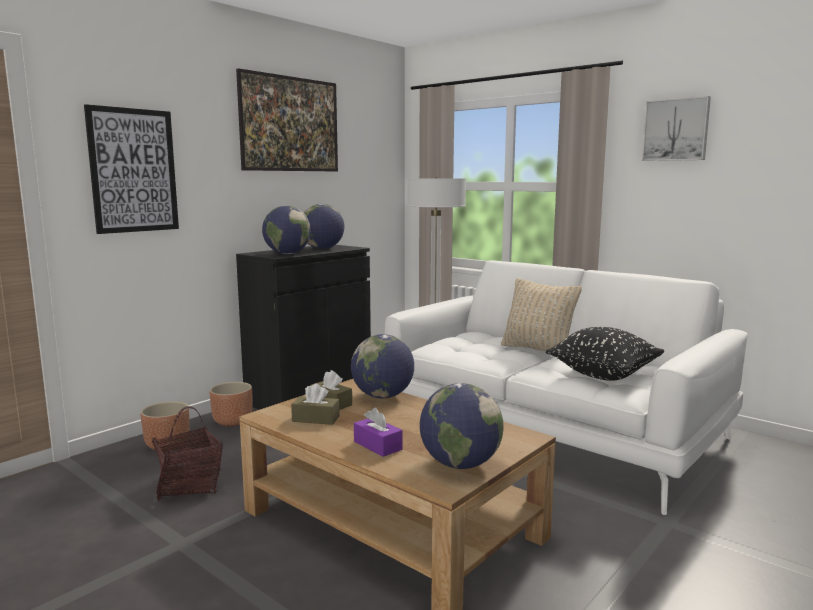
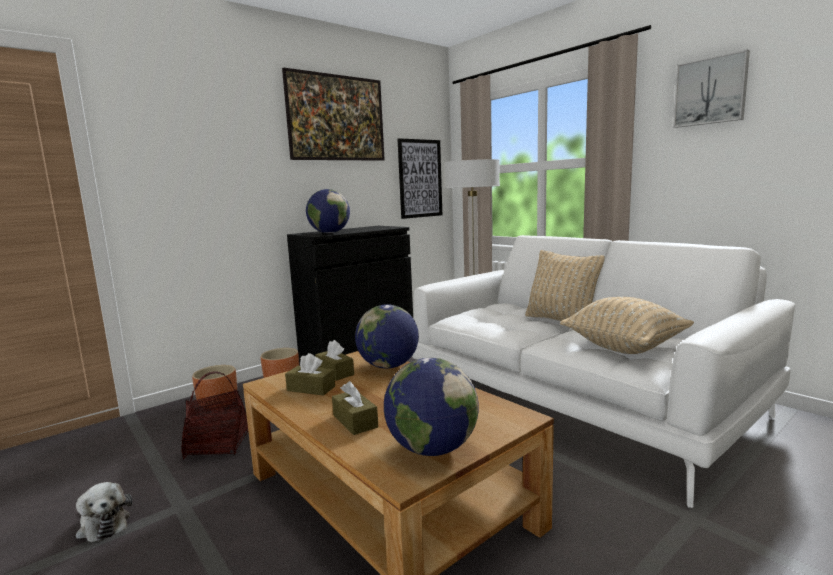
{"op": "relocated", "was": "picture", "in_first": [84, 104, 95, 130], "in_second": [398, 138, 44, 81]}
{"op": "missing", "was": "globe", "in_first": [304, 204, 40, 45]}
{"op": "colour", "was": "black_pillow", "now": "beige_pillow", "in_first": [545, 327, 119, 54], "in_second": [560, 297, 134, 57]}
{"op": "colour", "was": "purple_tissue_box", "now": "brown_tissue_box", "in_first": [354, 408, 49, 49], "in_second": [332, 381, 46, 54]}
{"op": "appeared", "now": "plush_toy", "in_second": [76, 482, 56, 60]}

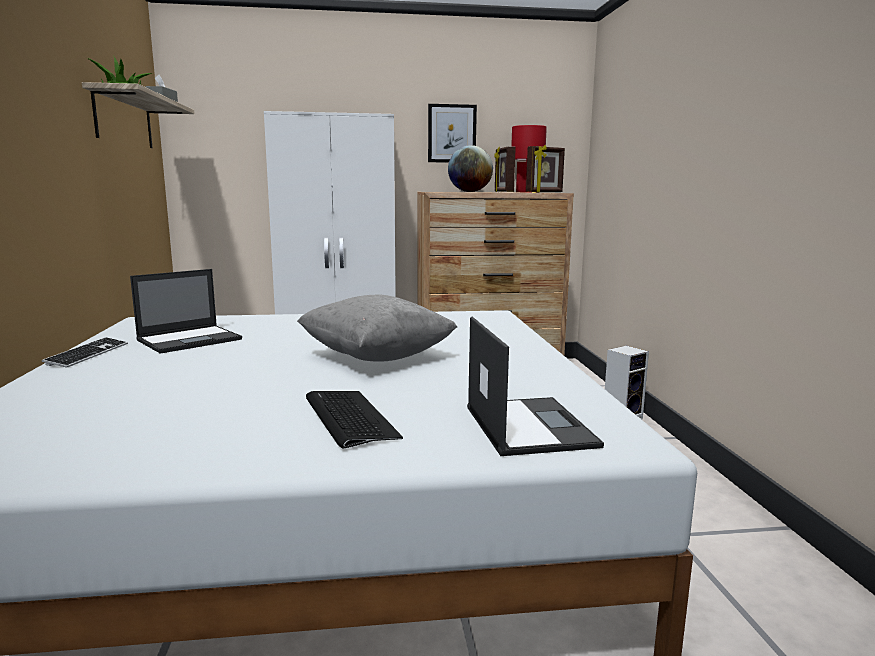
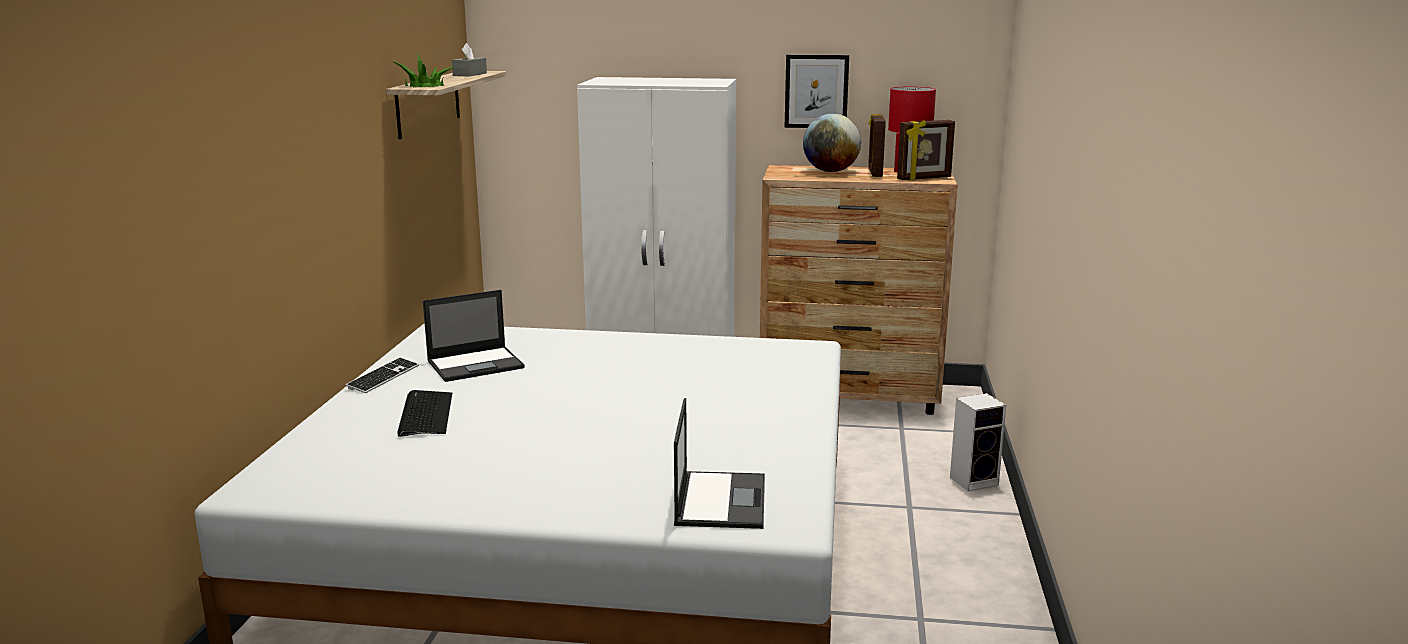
{"op": "missing", "was": "grey_pillow", "in_first": [297, 294, 160, 68]}
{"op": "relocated", "was": "keyboard", "in_first": [306, 391, 97, 58], "in_second": [397, 390, 55, 47]}

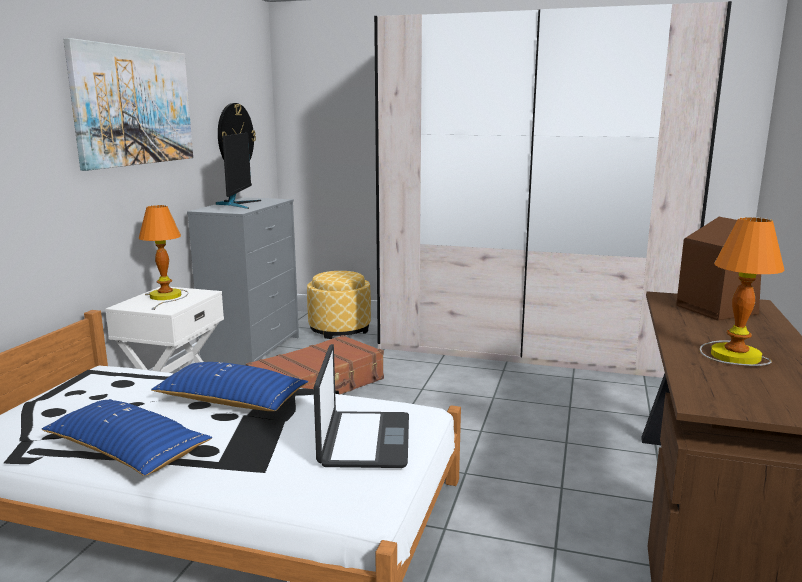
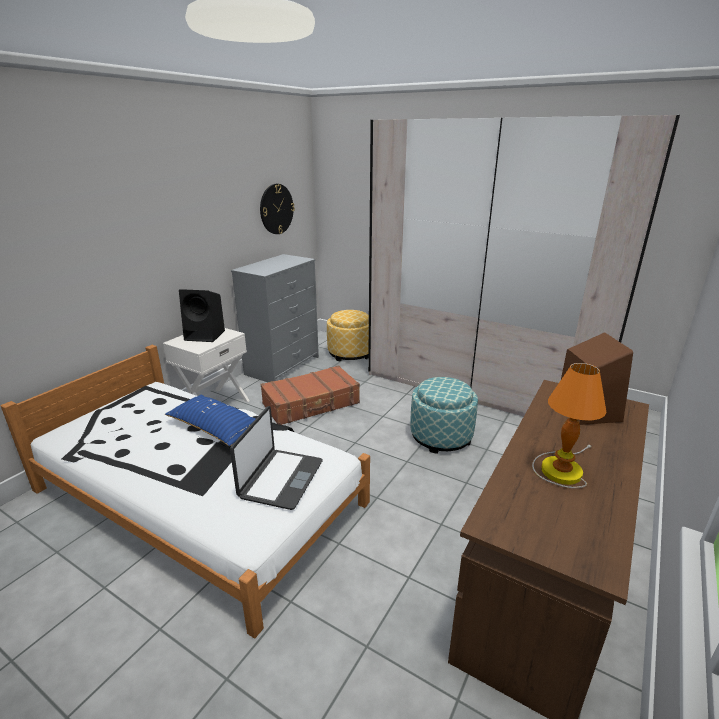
{"op": "missing", "was": "picture", "in_first": [64, 38, 129, 133]}
{"op": "missing", "was": "monitor", "in_first": [216, 133, 45, 76]}
{"op": "exchanged", "was": "table_lamp", "now": "black_speaker", "in_first": [138, 205, 50, 105], "in_second": [179, 289, 46, 53]}
{"op": "missing", "was": "blue_pillow", "in_first": [42, 399, 170, 77]}
{"op": "appeared", "now": "ottoman", "in_second": [410, 377, 68, 77]}

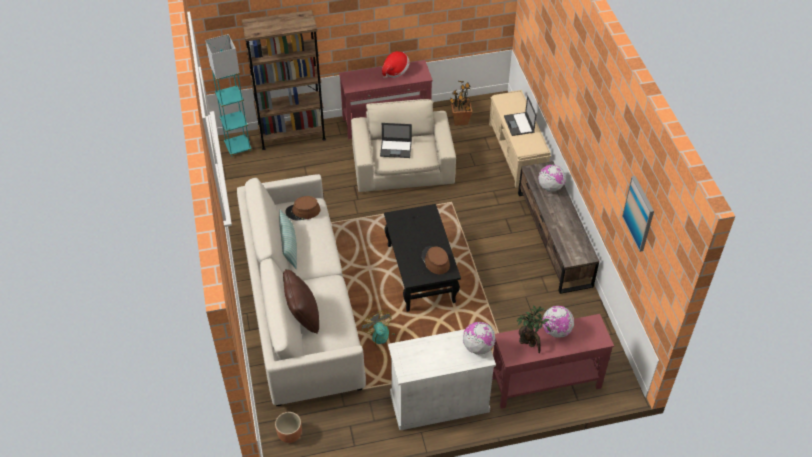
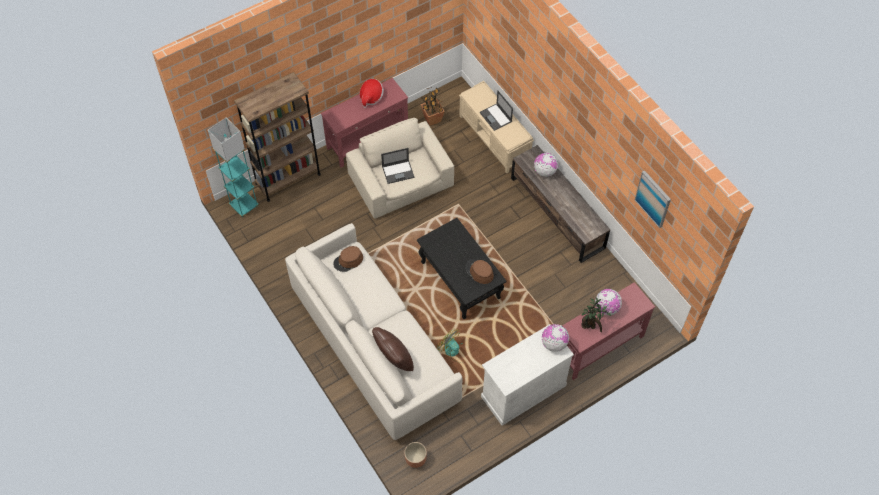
{"op": "missing", "was": "pillow", "in_first": [279, 209, 18, 60]}

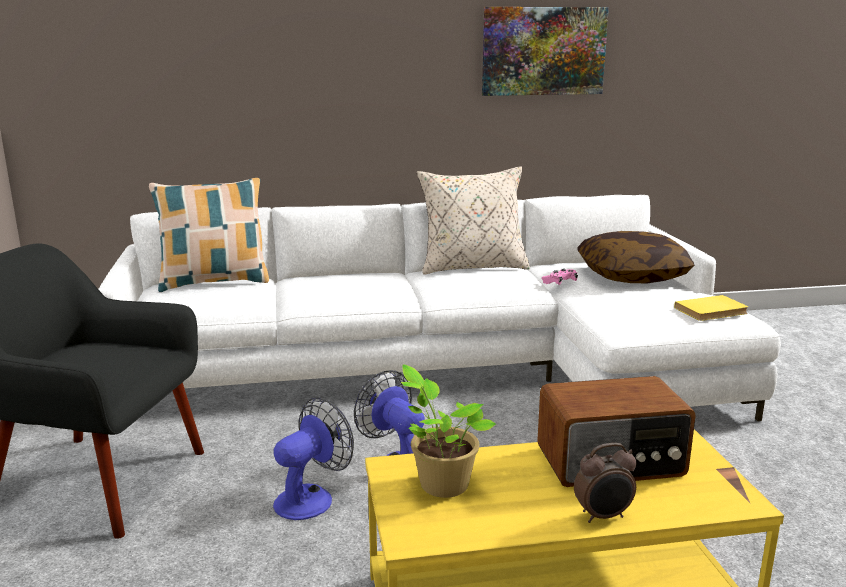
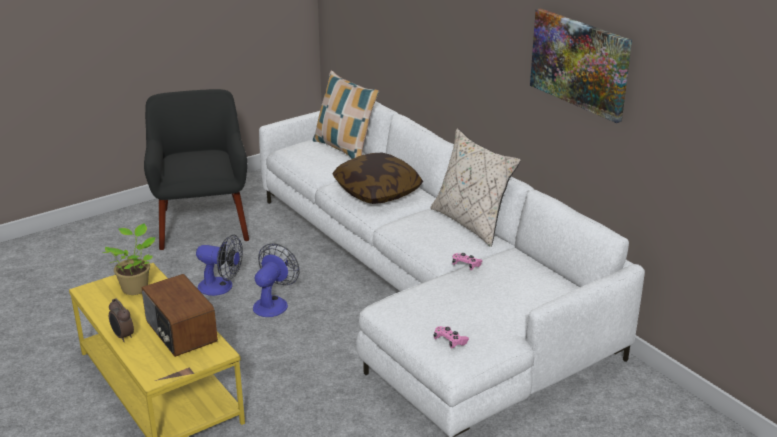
{"op": "relocated", "was": "pillow", "in_first": [577, 231, 117, 52], "in_second": [332, 152, 91, 52]}
{"op": "exchanged", "was": "yellow_book", "now": "pink_game_controller", "in_first": [674, 295, 74, 26], "in_second": [433, 326, 36, 23]}

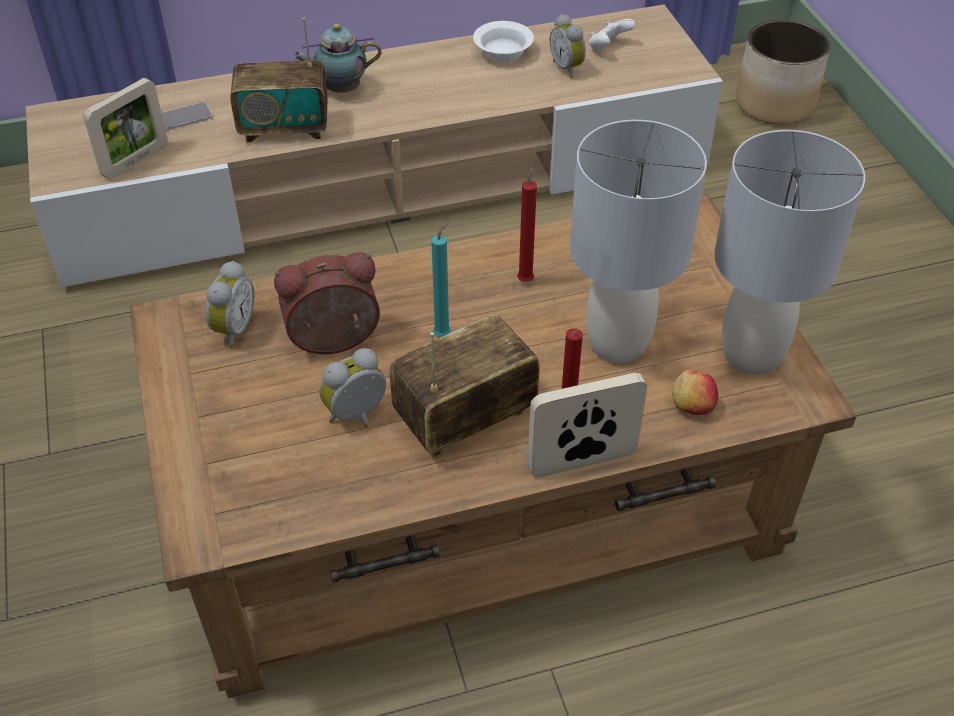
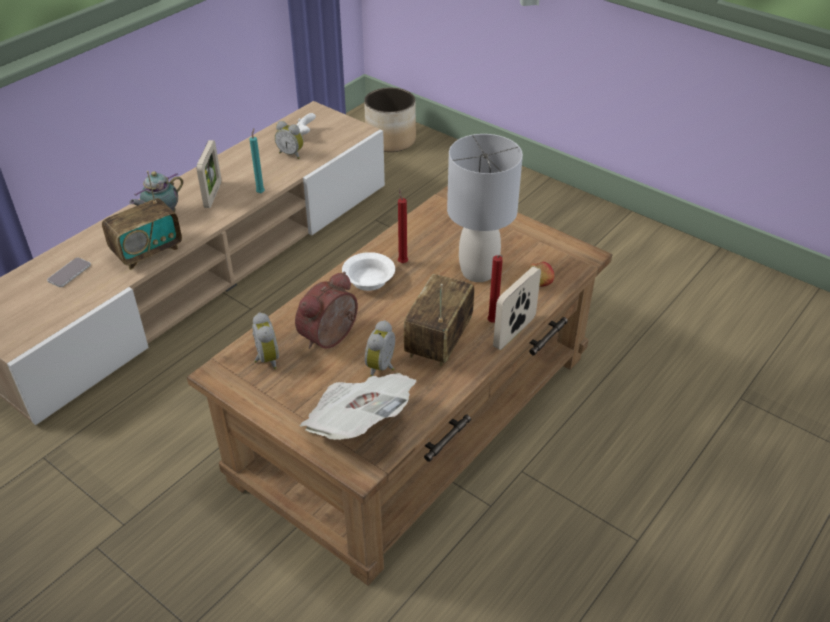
{"op": "relocated", "was": "white_bowl", "in_first": [473, 21, 61, 41], "in_second": [342, 252, 53, 39]}
{"op": "relocated", "was": "picture_frame", "in_first": [83, 78, 85, 101], "in_second": [197, 140, 24, 68]}
{"op": "missing", "was": "grey_table_lamp", "in_first": [714, 130, 151, 245]}
{"op": "relocated", "was": "turquoise_candle", "in_first": [431, 220, 20, 117], "in_second": [250, 129, 15, 65]}
{"op": "appeared", "now": "newspaper", "in_second": [299, 373, 117, 67]}

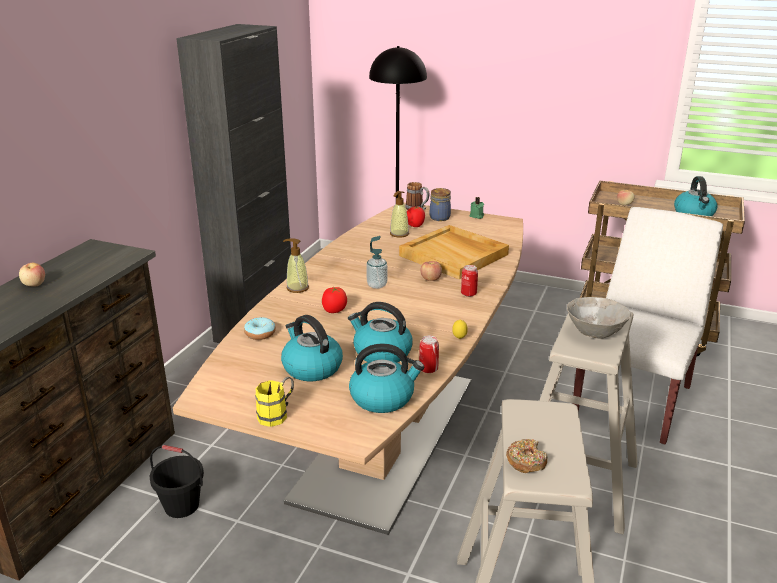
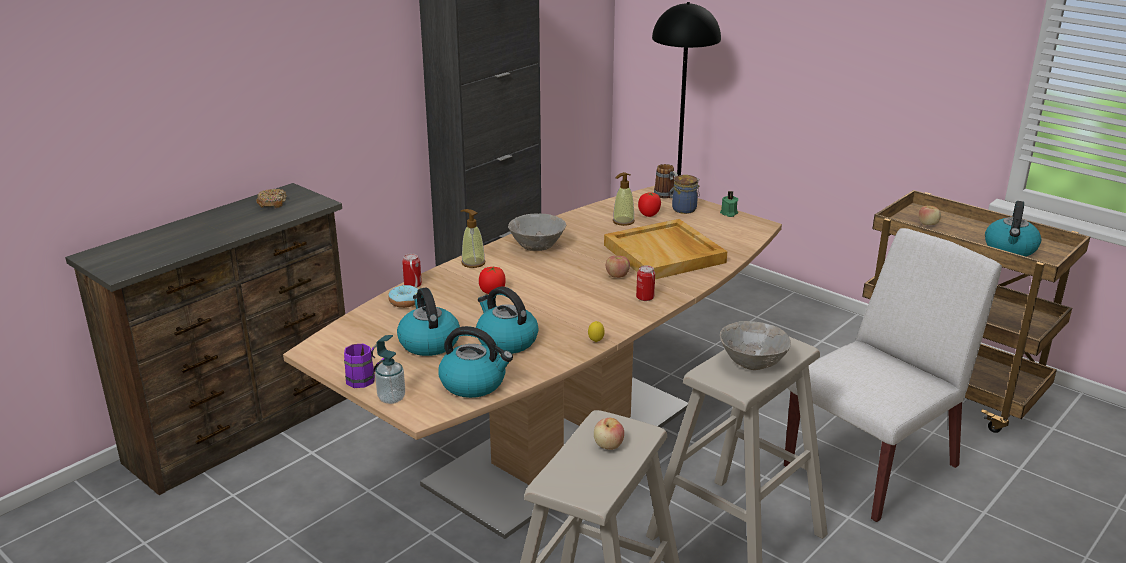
{"op": "relocated", "was": "soap_dispenser", "in_first": [366, 236, 21, 53], "in_second": [375, 335, 30, 69]}
{"op": "relocated", "was": "apple", "in_first": [19, 263, 26, 24], "in_second": [594, 418, 30, 32]}
{"op": "relocated", "was": "can", "in_first": [419, 336, 20, 37], "in_second": [402, 253, 20, 35]}
{"op": "colour", "was": "yellow_mug", "now": "purple_mug", "in_first": [255, 377, 39, 50], "in_second": [344, 344, 43, 44]}
{"op": "relocated", "was": "donut", "in_first": [506, 439, 42, 34], "in_second": [256, 189, 31, 19]}
{"op": "missing", "was": "black_bucket", "in_first": [149, 445, 55, 73]}
{"op": "appeared", "now": "grey_bowl", "in_second": [508, 214, 58, 37]}

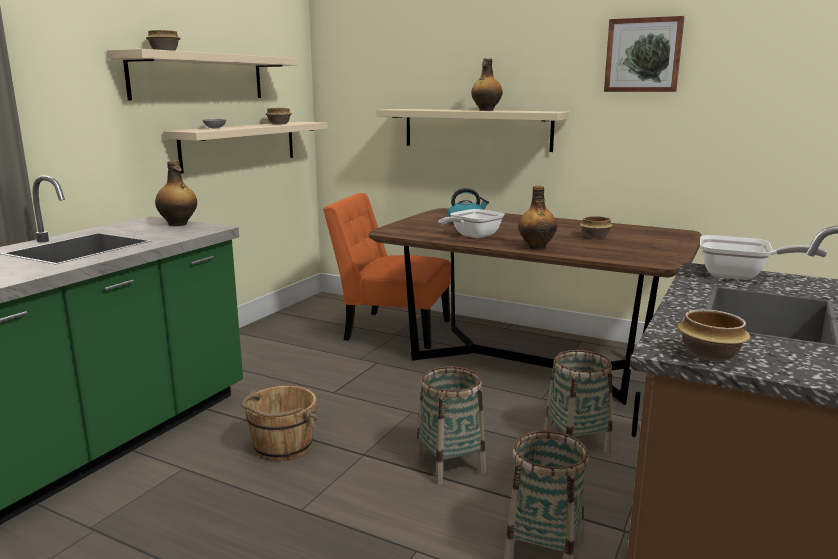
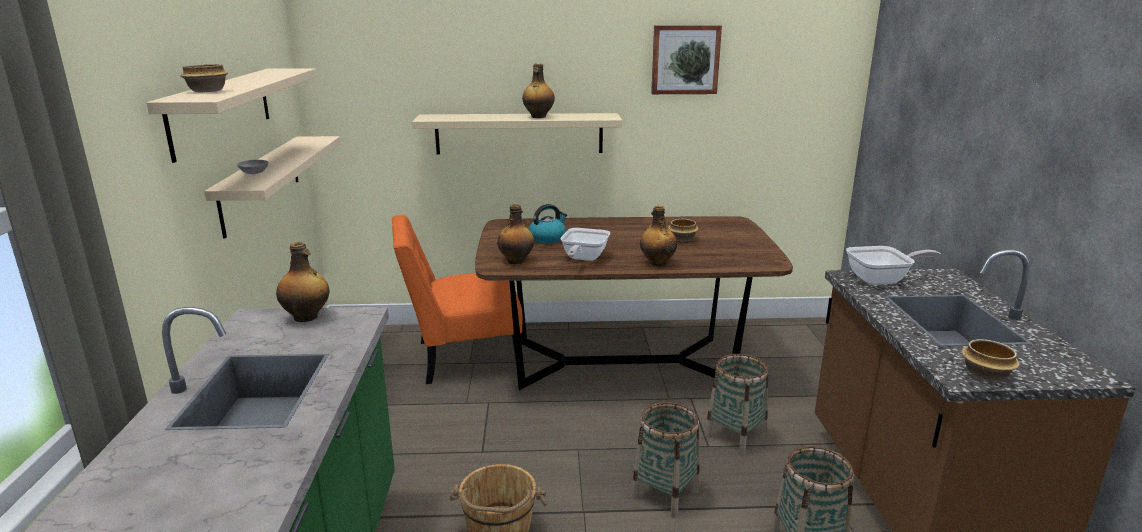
{"op": "missing", "was": "bowl", "in_first": [265, 108, 27, 16]}
{"op": "appeared", "now": "bottle", "in_second": [497, 204, 37, 60]}

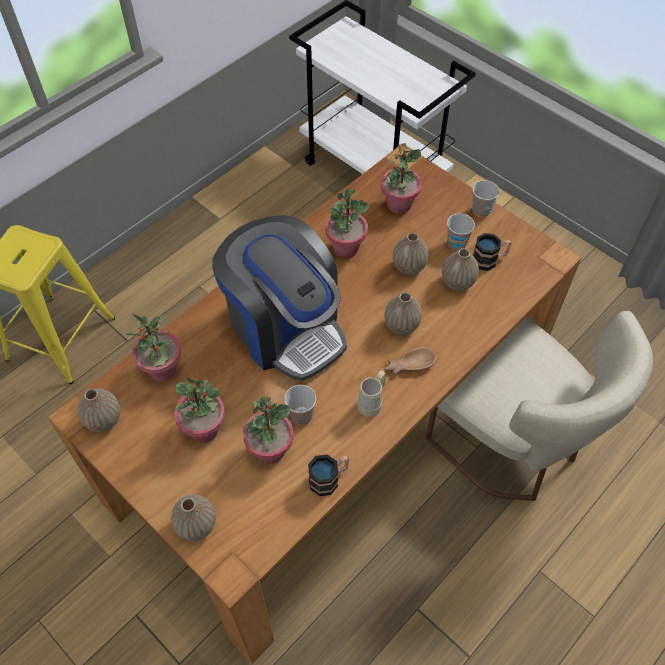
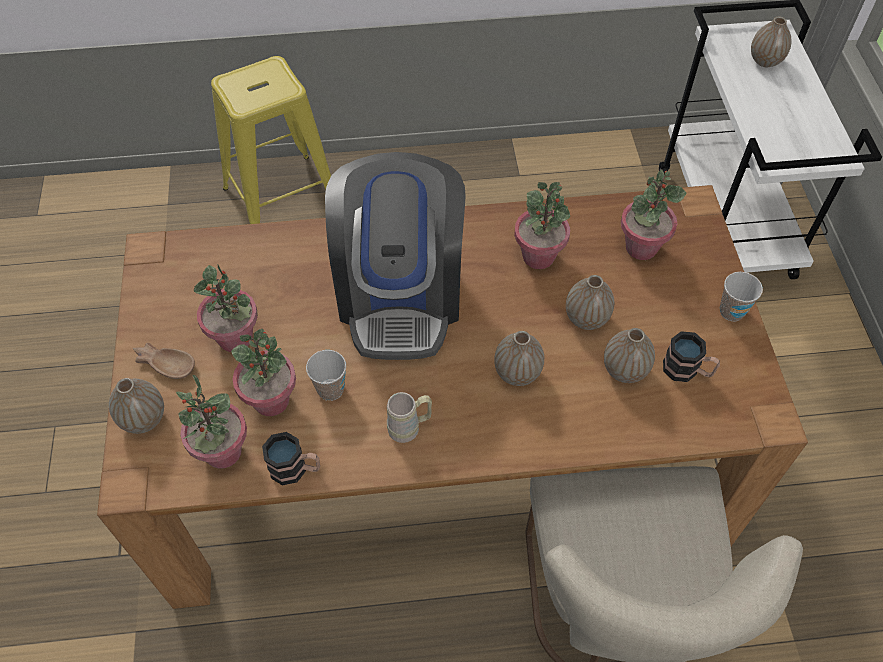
{"op": "missing", "was": "cup", "in_first": [447, 213, 28, 38]}
{"op": "relocated", "was": "potted_plant", "in_first": [124, 314, 57, 67], "in_second": [176, 375, 71, 94]}
{"op": "relocated", "was": "brown_bowl", "in_first": [385, 347, 51, 29], "in_second": [133, 343, 62, 36]}
{"op": "relocated", "was": "vase", "in_first": [77, 388, 44, 44], "in_second": [751, 17, 41, 50]}

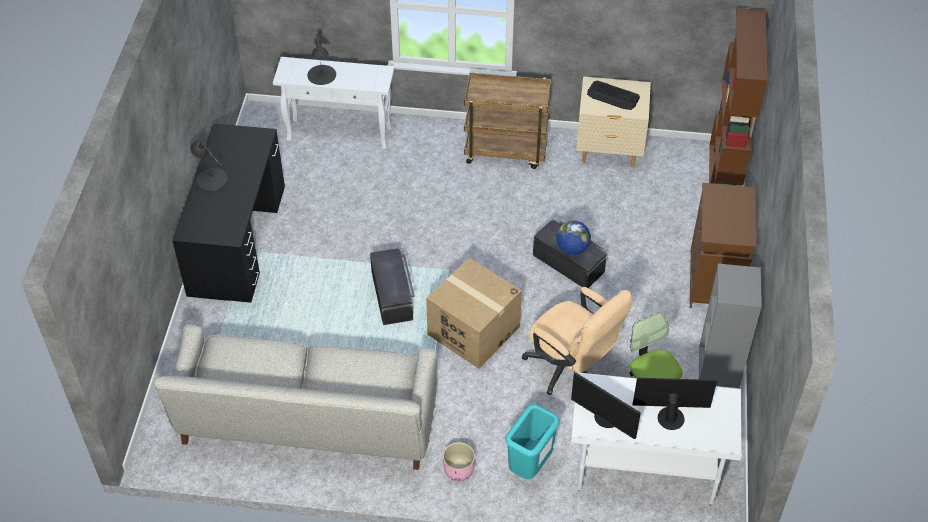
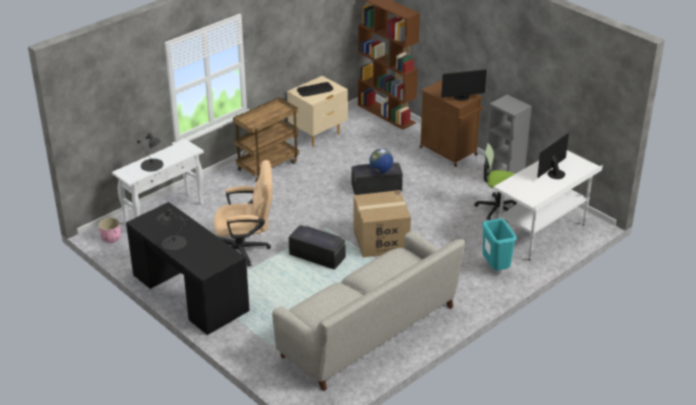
{"op": "relocated", "was": "beige_office_chair", "in_first": [522, 287, 111, 109], "in_second": [214, 160, 59, 107]}
{"op": "relocated", "was": "monitor", "in_first": [571, 372, 70, 67], "in_second": [441, 69, 46, 32]}
{"op": "relocated", "was": "pink_planter", "in_first": [443, 442, 32, 39], "in_second": [98, 218, 23, 25]}

